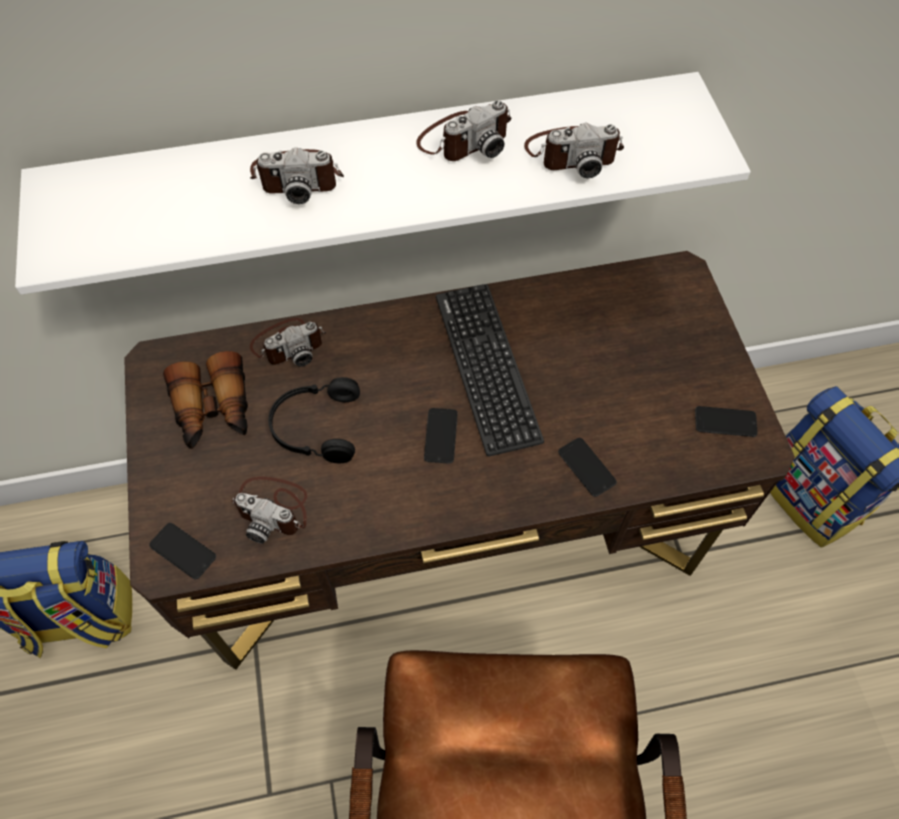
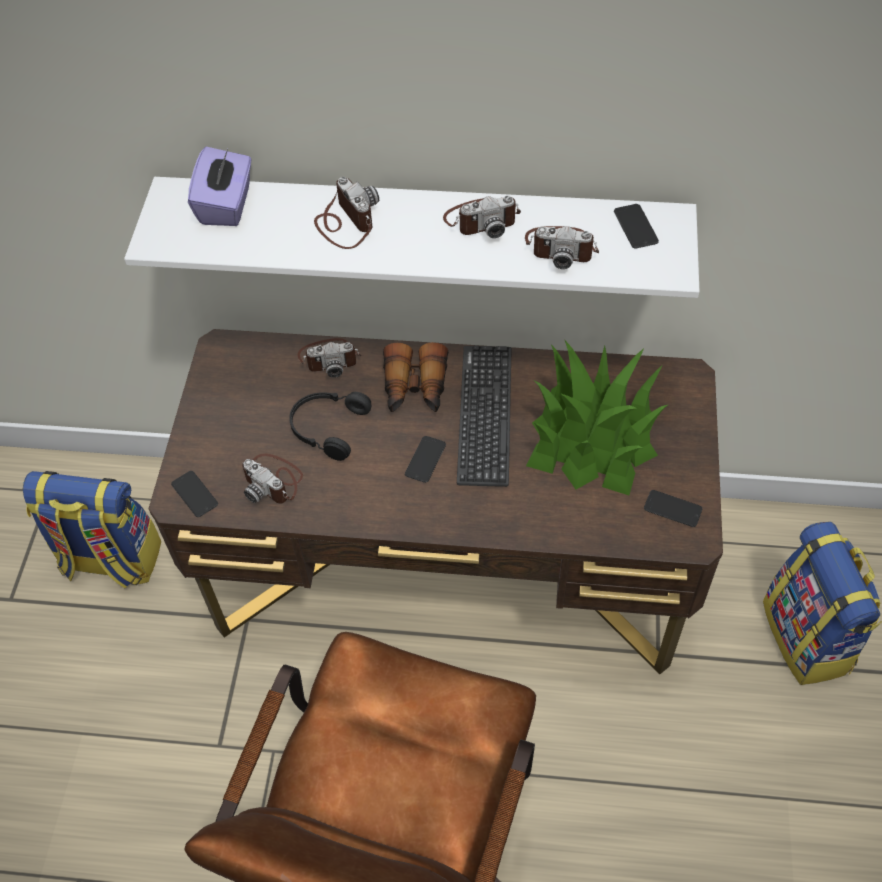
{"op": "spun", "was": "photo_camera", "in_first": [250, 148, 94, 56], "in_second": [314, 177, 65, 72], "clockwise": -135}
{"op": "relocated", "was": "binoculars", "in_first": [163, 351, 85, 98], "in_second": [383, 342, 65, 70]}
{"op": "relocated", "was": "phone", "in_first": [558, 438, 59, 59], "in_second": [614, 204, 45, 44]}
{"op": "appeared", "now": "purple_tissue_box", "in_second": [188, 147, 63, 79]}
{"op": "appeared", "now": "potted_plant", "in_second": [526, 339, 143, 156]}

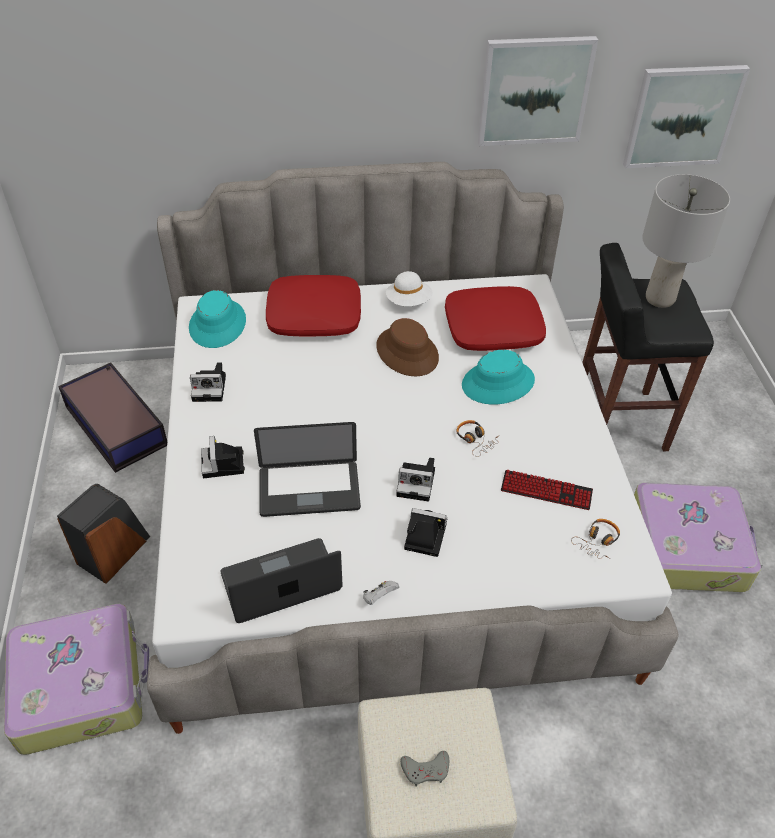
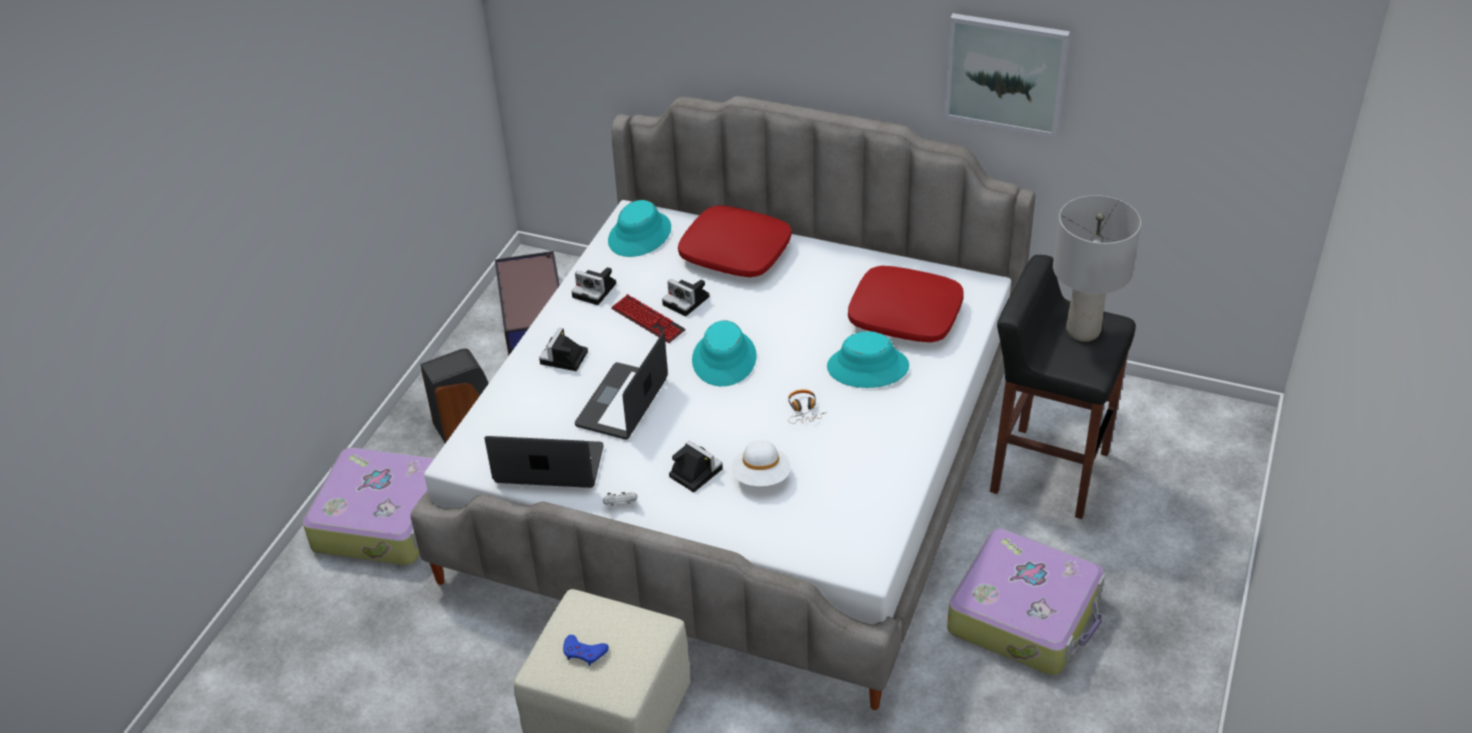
{"op": "missing", "was": "picture", "in_first": [623, 65, 127, 103]}
{"op": "relocated", "was": "white_hat", "in_first": [386, 271, 47, 35], "in_second": [732, 440, 59, 46]}
{"op": "missing", "was": "brown_hat", "in_first": [376, 318, 63, 58]}
{"op": "spun", "was": "laptop", "in_first": [254, 422, 107, 95], "in_second": [575, 332, 93, 108], "clockwise": 90}
{"op": "relocated", "was": "photo_camera", "in_first": [396, 458, 39, 44], "in_second": [662, 279, 47, 37]}
{"op": "relocated", "was": "keyboard", "in_first": [501, 470, 92, 40], "in_second": [611, 294, 75, 49]}
{"op": "missing", "was": "headphones", "in_first": [571, 519, 49, 40]}
{"op": "colour", "was": "grey_game_controller", "now": "blue_game_controller", "in_first": [400, 751, 49, 35], "in_second": [563, 635, 46, 31]}
{"op": "appeared", "now": "turquoise_hat", "in_second": [692, 320, 64, 66]}

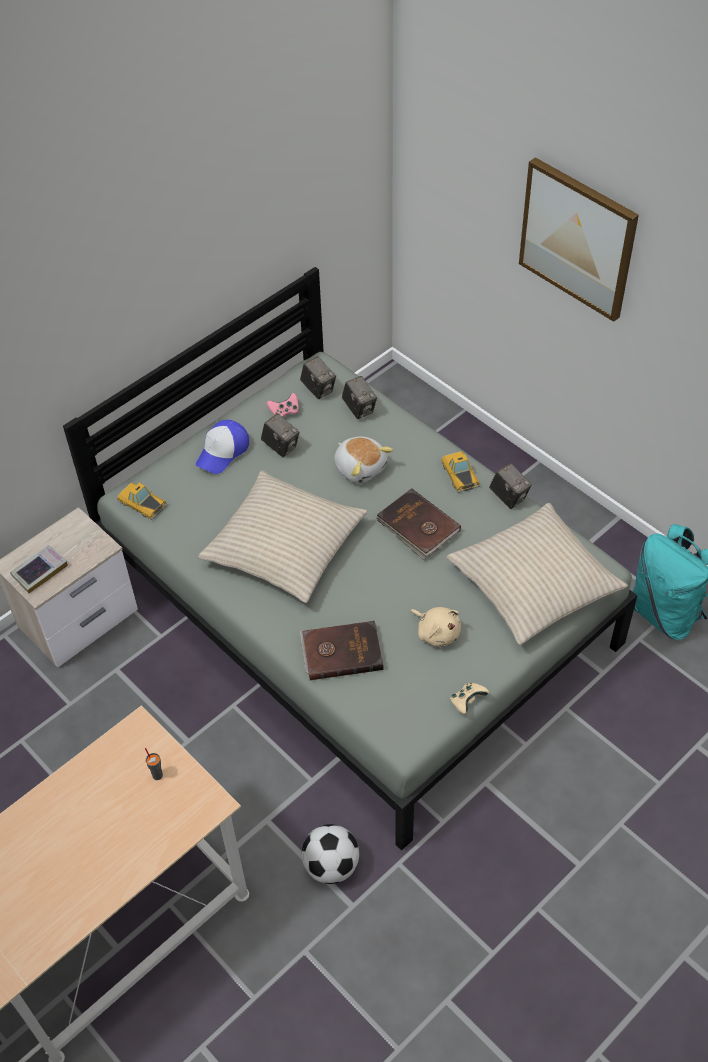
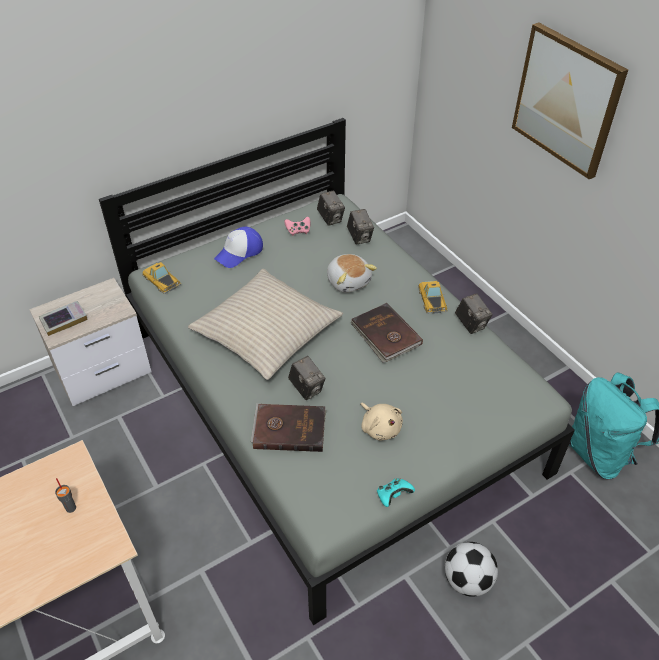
{"op": "relocated", "was": "photo_camera", "in_first": [261, 413, 38, 44], "in_second": [288, 356, 38, 44]}
{"op": "missing", "was": "beige_pillow", "in_first": [446, 503, 182, 142]}
{"op": "colour", "was": "beige_game_controller", "now": "turquoise_game_controller", "in_first": [450, 683, 39, 31], "in_second": [377, 478, 38, 29]}
{"op": "relocated", "was": "football", "in_first": [302, 824, 57, 60], "in_second": [445, 542, 53, 55]}

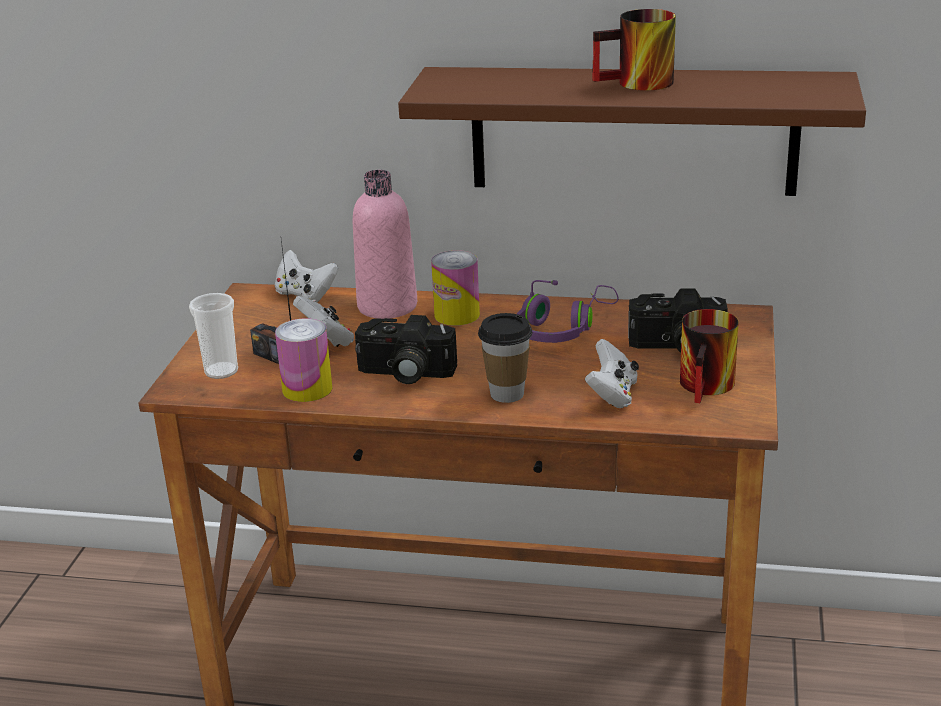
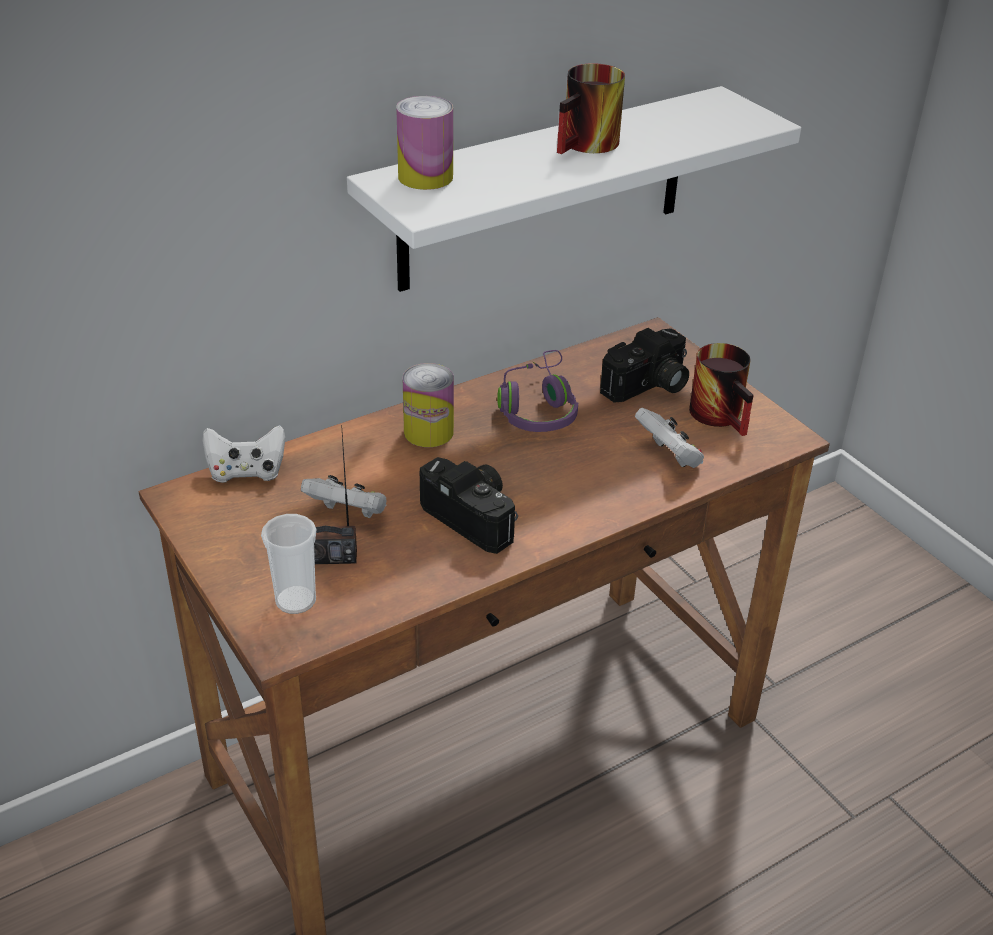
{"op": "colour", "was": "brown_shelf", "now": "white_shelf", "in_first": [398, 67, 468, 129], "in_second": [347, 86, 454, 206]}
{"op": "missing", "was": "pink_bottle", "in_first": [353, 170, 64, 149]}
{"op": "missing", "was": "cup", "in_first": [478, 313, 55, 90]}
{"op": "spun", "was": "photo_camera", "in_first": [355, 315, 102, 69], "in_second": [419, 457, 99, 97], "clockwise": -105}
{"op": "relocated", "was": "can", "in_first": [275, 318, 57, 84], "in_second": [396, 96, 57, 94]}

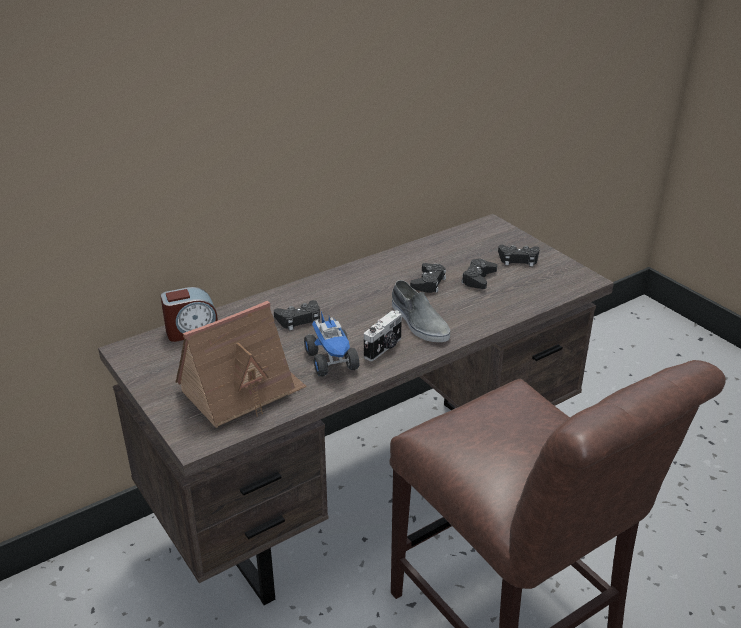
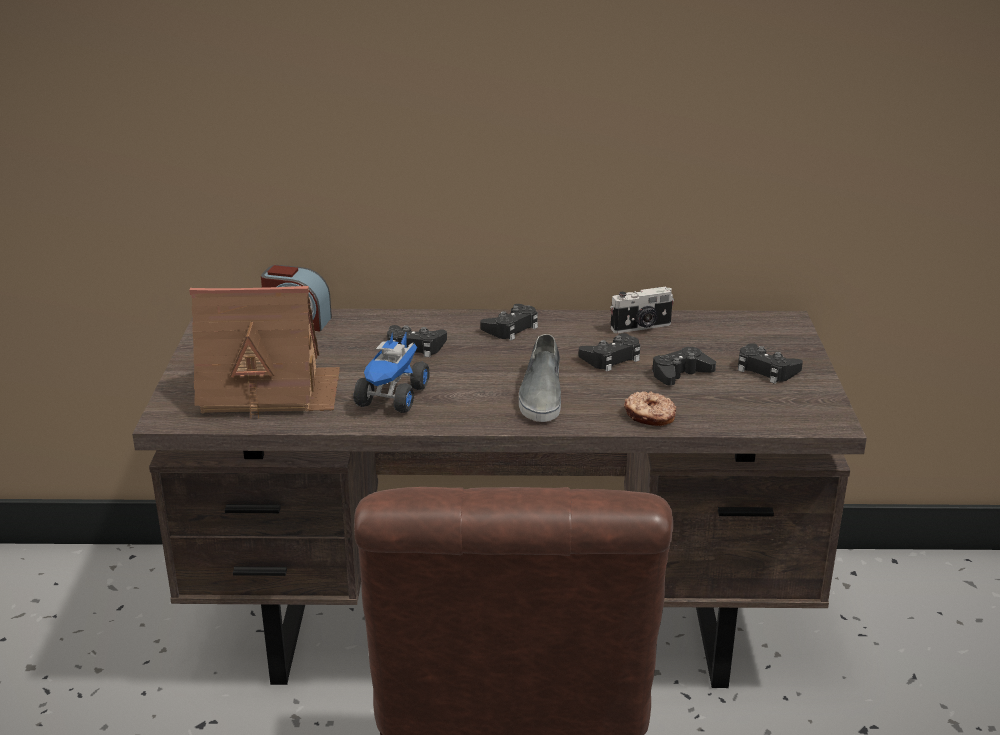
{"op": "relocated", "was": "photo_camera", "in_first": [364, 310, 38, 51], "in_second": [610, 287, 64, 46]}
{"op": "appeared", "now": "black_game_controller", "in_second": [480, 304, 58, 36]}
{"op": "appeared", "now": "donut", "in_second": [624, 392, 52, 34]}

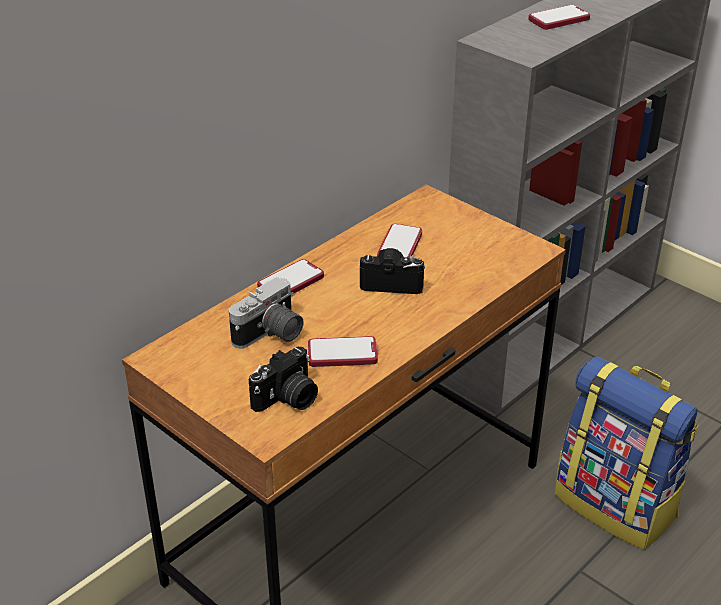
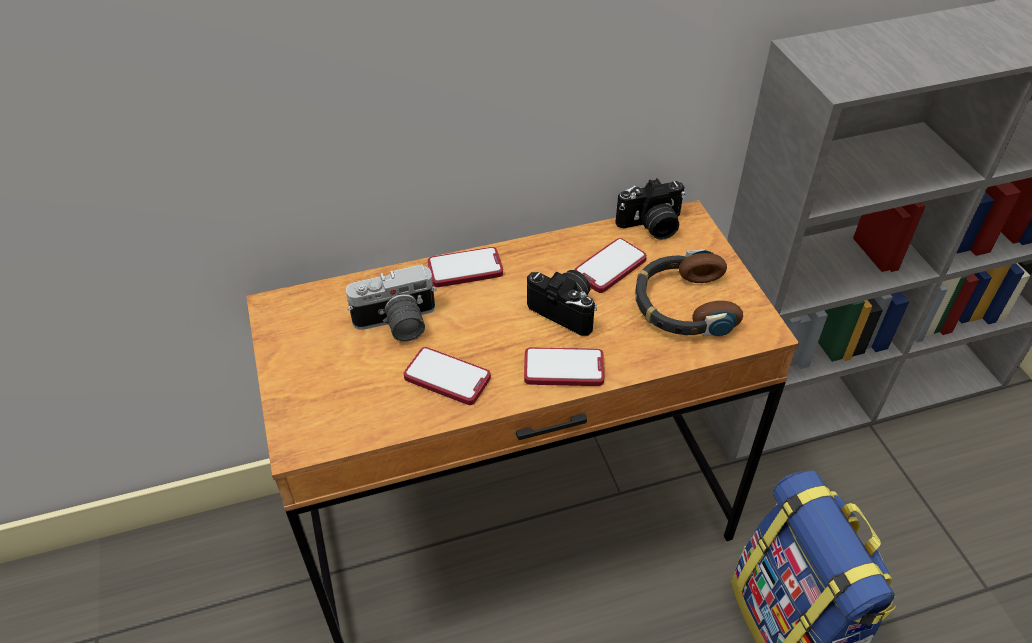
{"op": "relocated", "was": "phone", "in_first": [528, 5, 62, 25], "in_second": [524, 347, 80, 39]}
{"op": "relocated", "was": "photo_camera", "in_first": [249, 347, 69, 65], "in_second": [615, 178, 70, 62]}
{"op": "appeared", "now": "headphones", "in_second": [635, 249, 108, 88]}

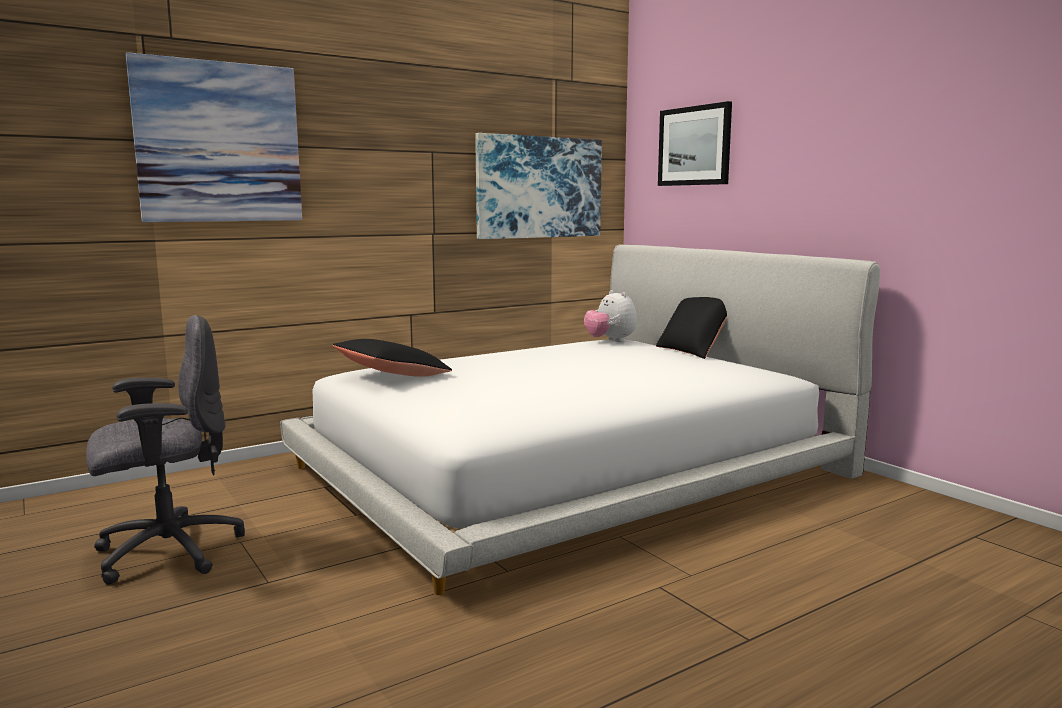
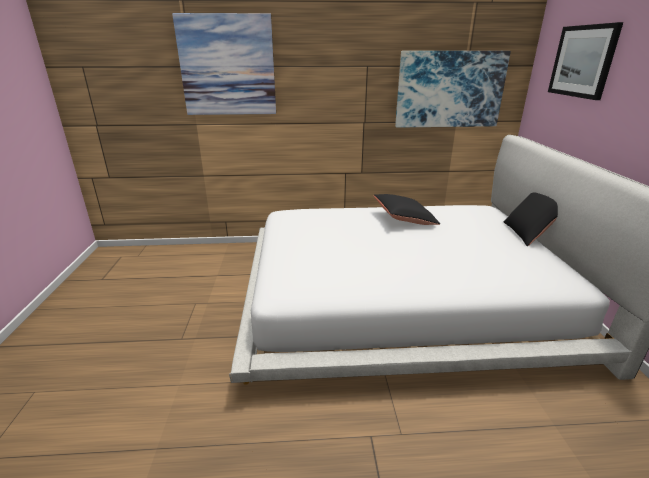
{"op": "missing", "was": "plush_toy", "in_first": [584, 290, 53, 52]}
{"op": "missing", "was": "grey_office_chair", "in_first": [86, 315, 159, 270]}
{"op": "relocated", "was": "black_pillow", "in_first": [333, 339, 119, 38], "in_second": [374, 194, 66, 31]}

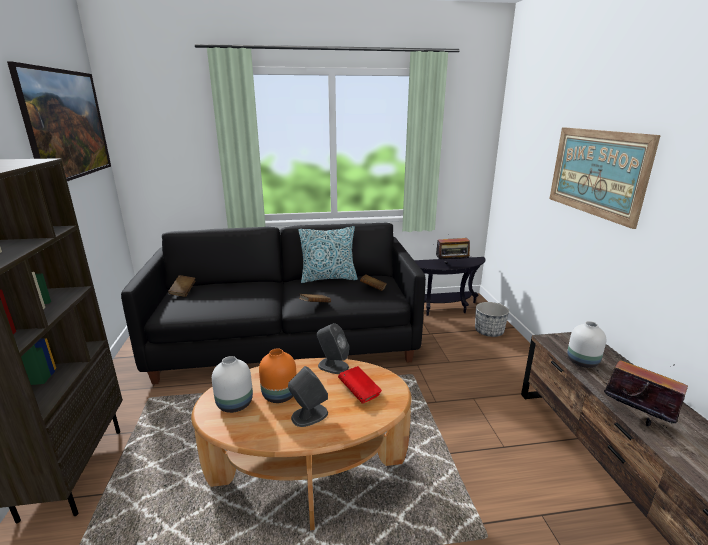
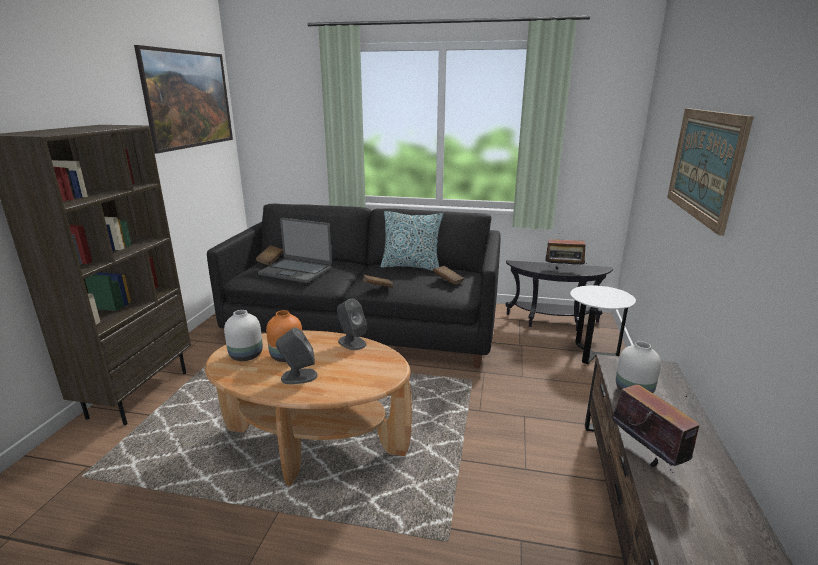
{"op": "exchanged", "was": "planter", "now": "white_side_table", "in_first": [475, 302, 34, 35], "in_second": [570, 285, 66, 79]}
{"op": "missing", "was": "red_book", "in_first": [338, 366, 44, 37]}
{"op": "appeared", "now": "laptop", "in_second": [258, 218, 74, 65]}

